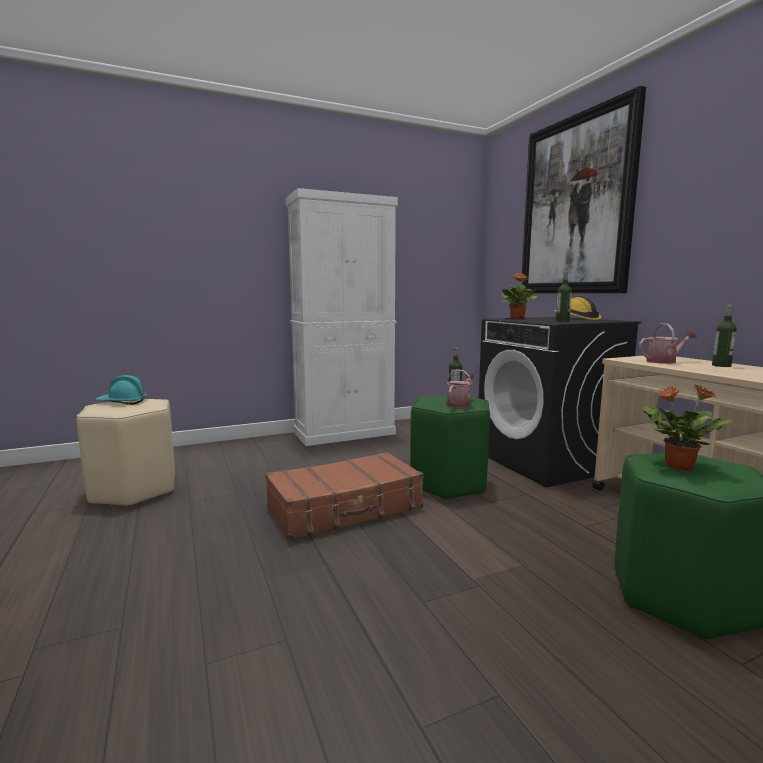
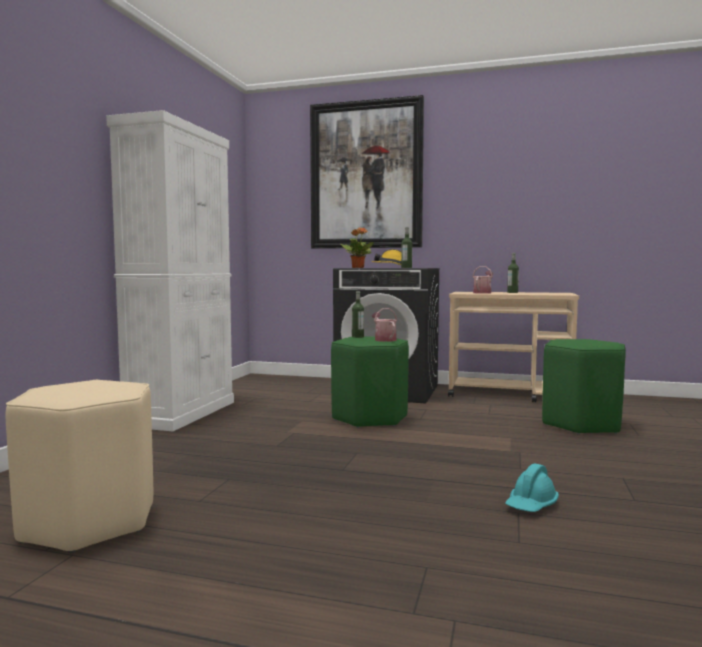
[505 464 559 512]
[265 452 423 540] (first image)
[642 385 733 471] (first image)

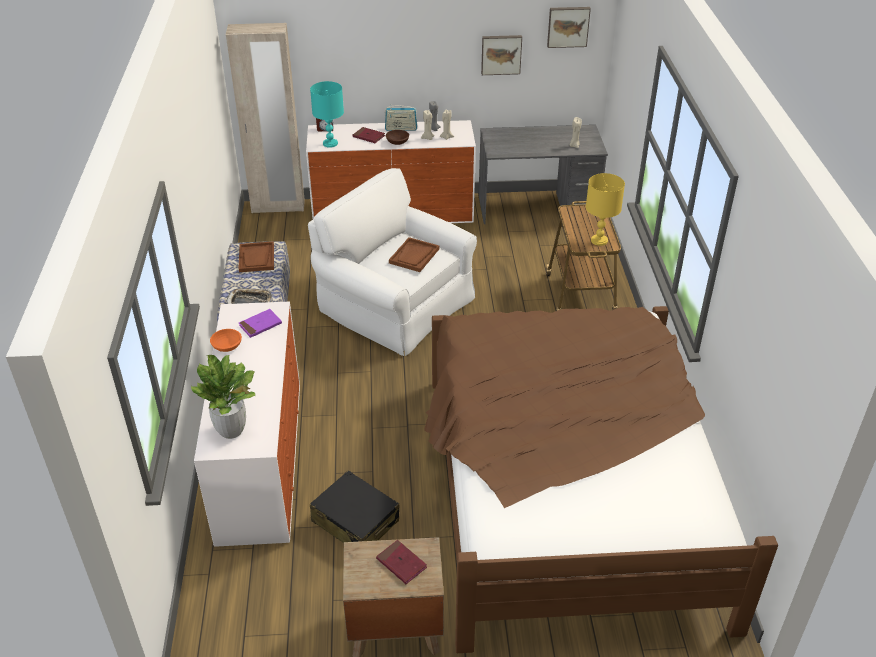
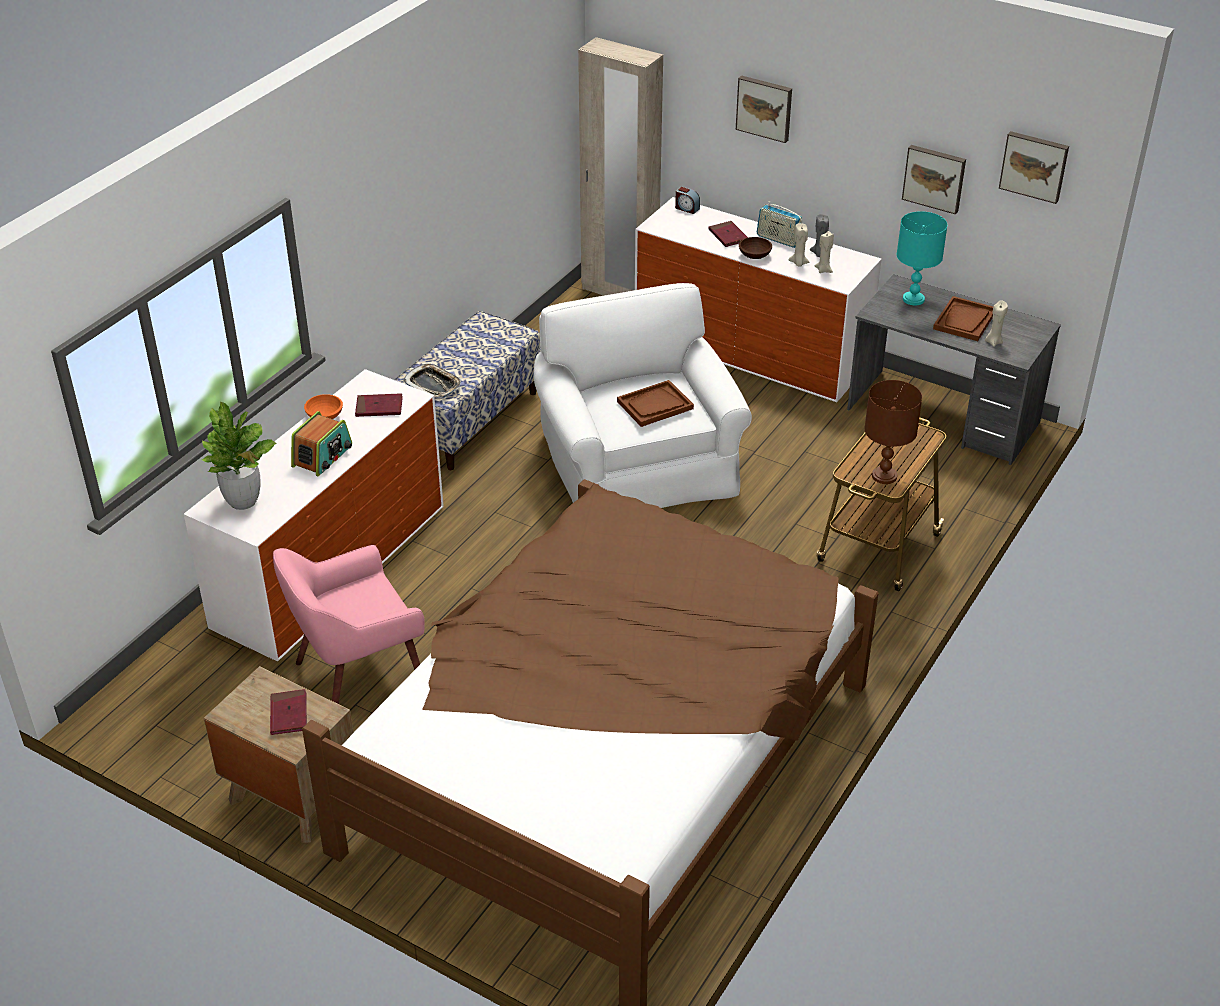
[273 545 425 704]
[291 411 352 476]
[355 393 403 417]
[736 75 792 143]
[864 380 922 484]
[897 211 947 305]
[933 296 993 341]

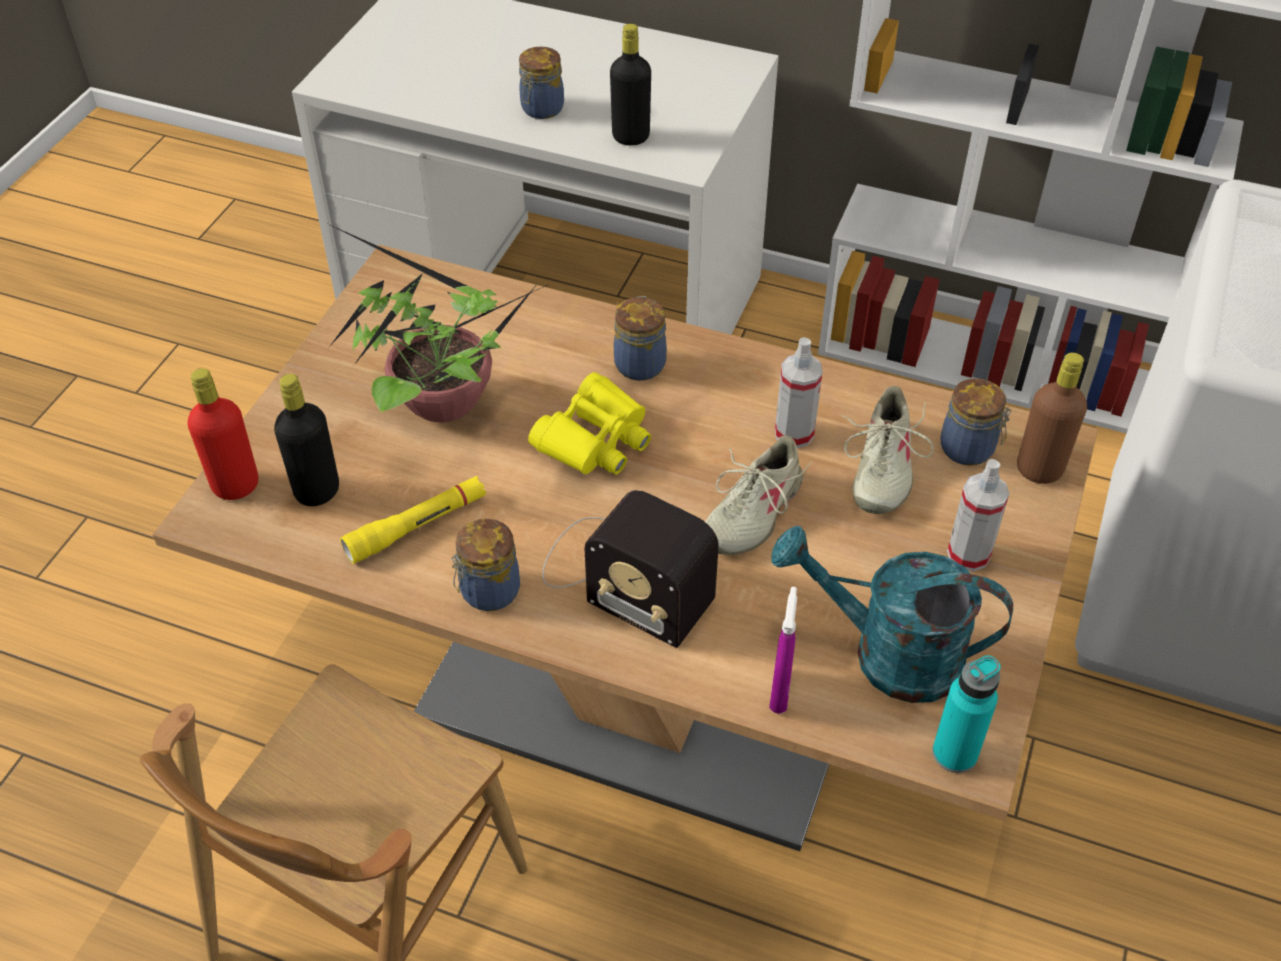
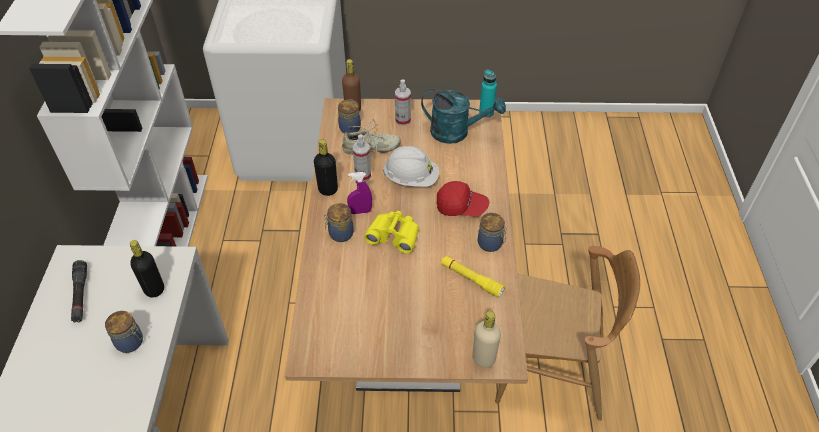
[71 260 87 323]
[314 140 338 196]
[347 172 372 214]
[383 146 439 187]
[421 89 506 144]
[436 181 489 216]
[473 311 501 368]
[329 226 549 422] (first image)

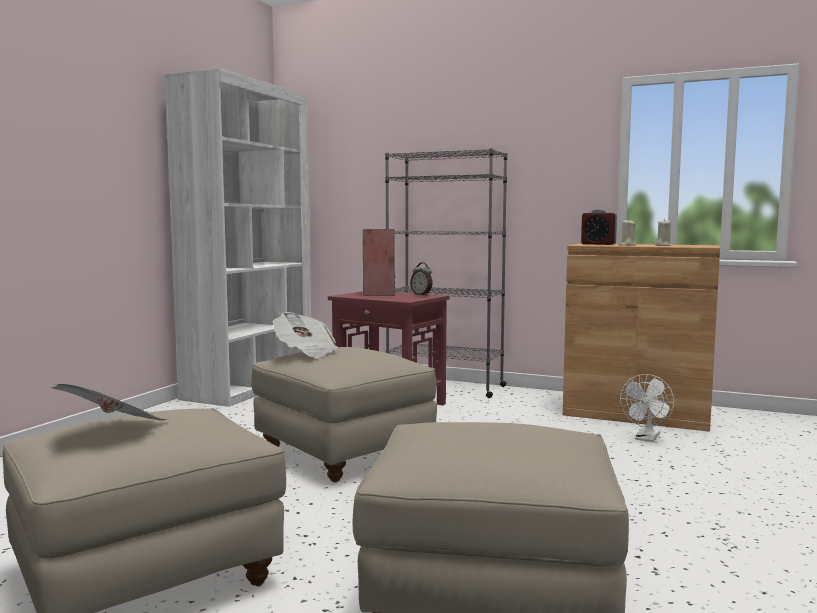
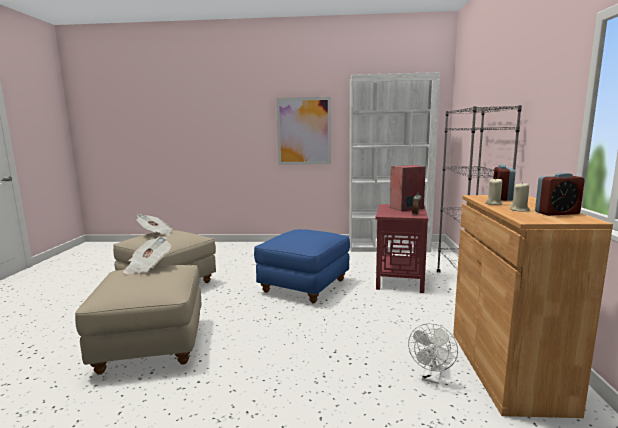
[123 237 171 274]
[254 229 350 303]
[276 97 331 165]
[408 323 458 384]
[535 172 585 216]

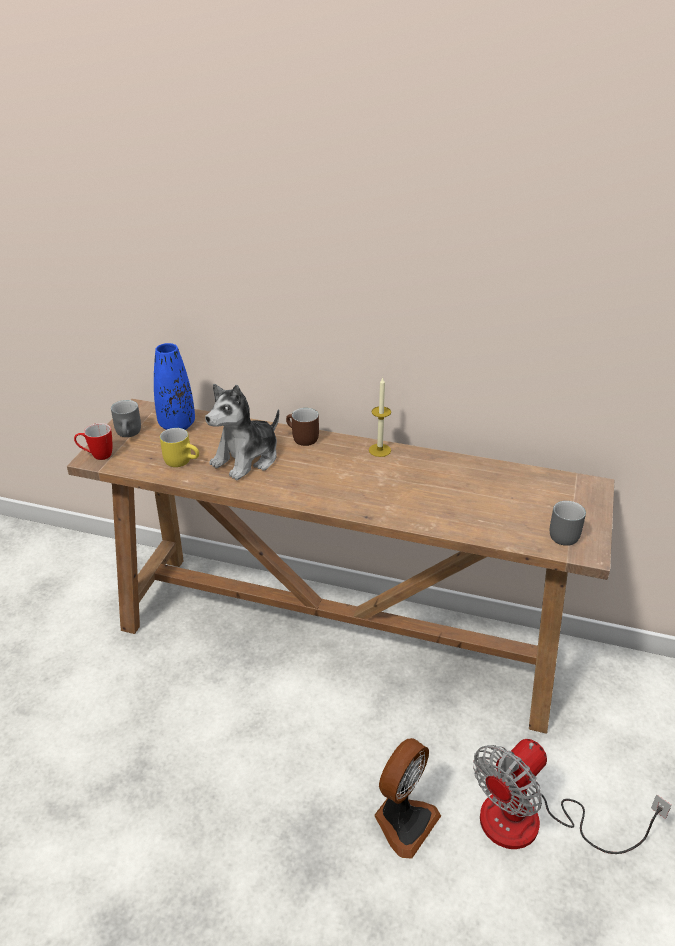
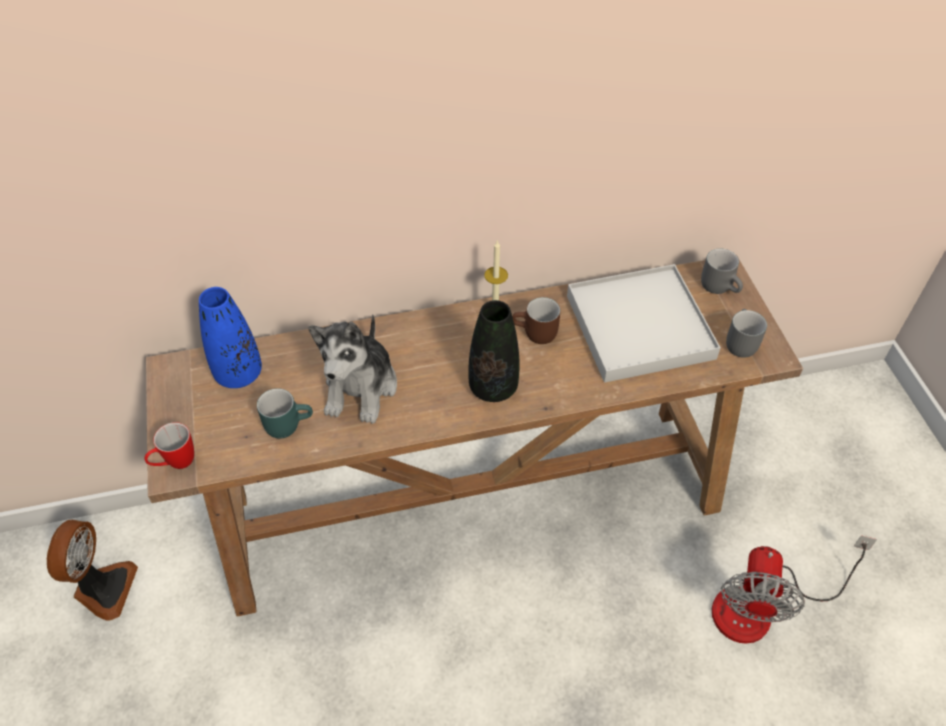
[47 520 138 621]
[257 388 313 439]
[468 300 520 402]
[512 297 560 344]
[567 264 721 383]
[701 248 743 294]

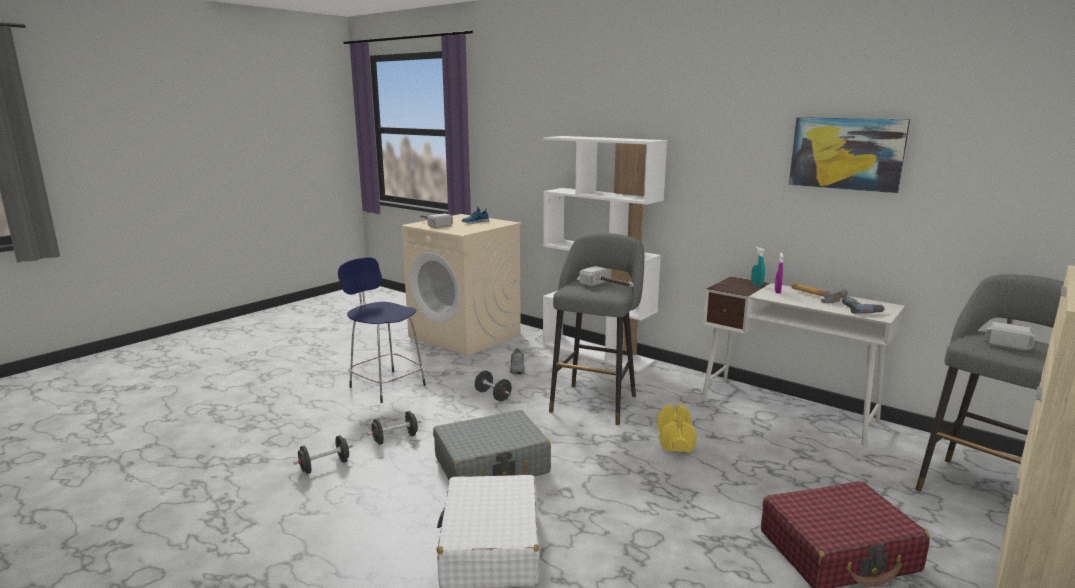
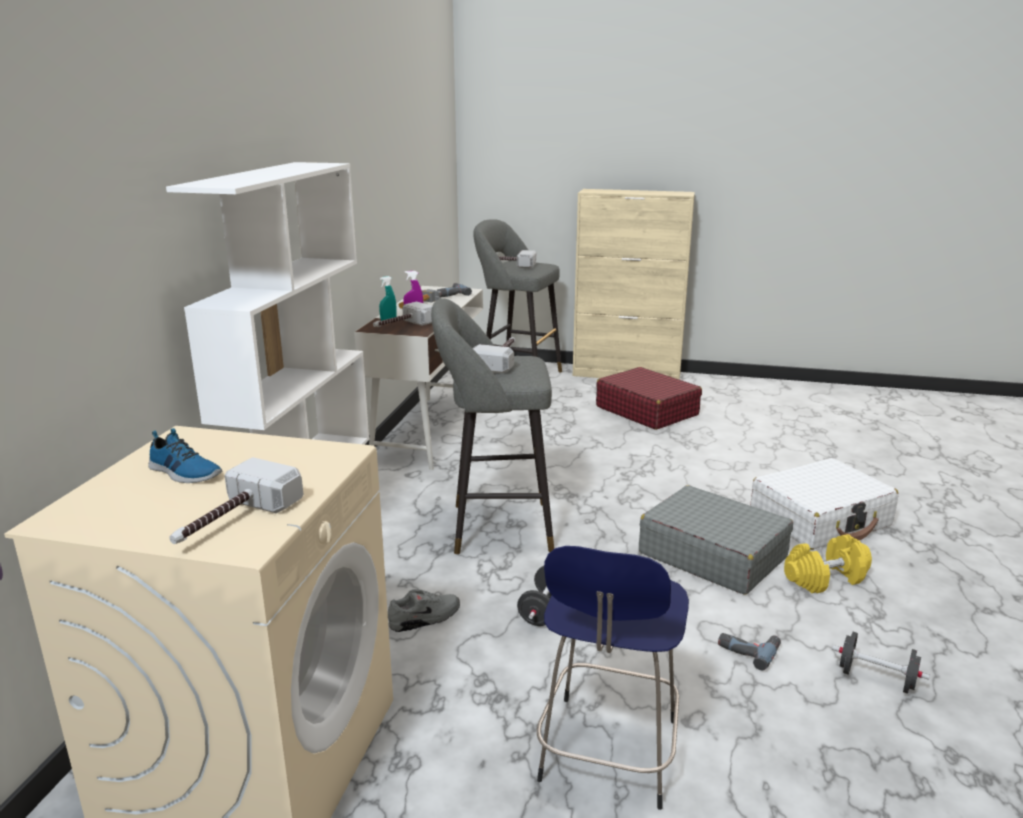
[373 301 432 327]
[718 633 781 671]
[784 534 872 593]
[789 117 910 193] (first image)

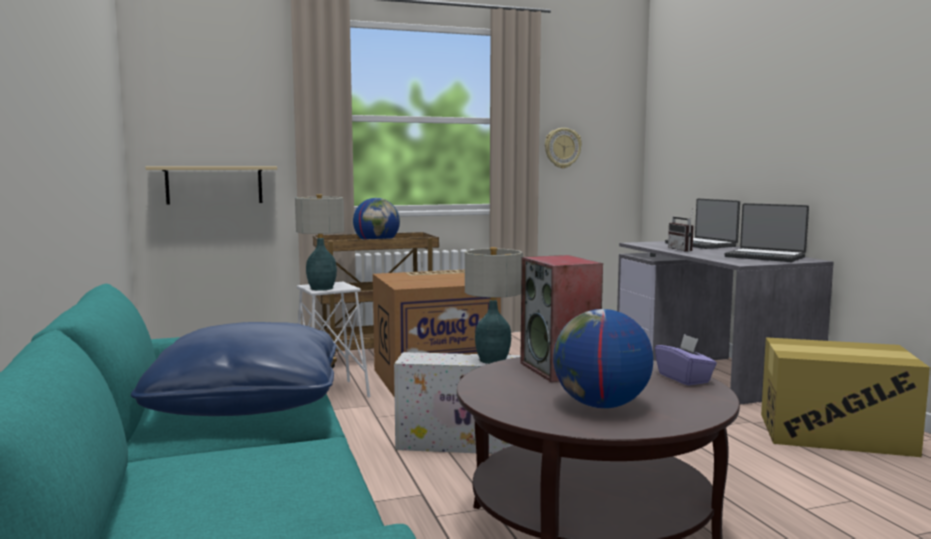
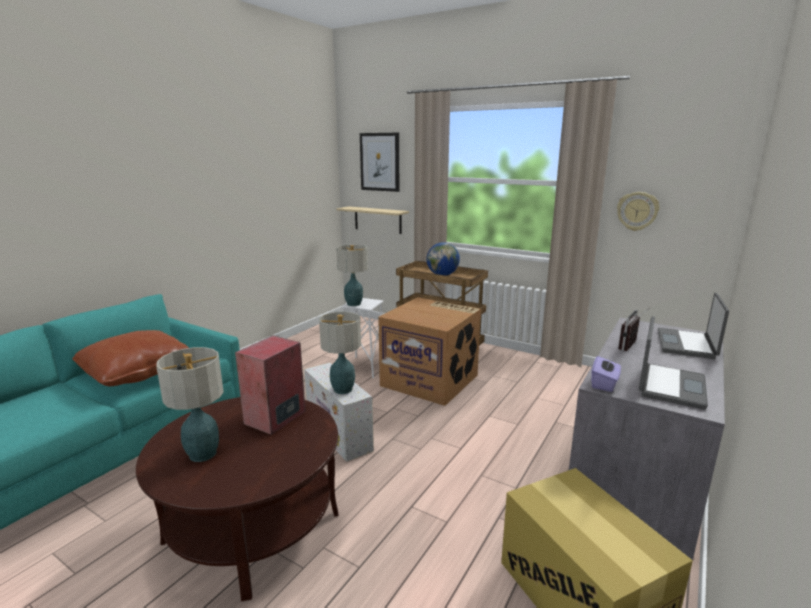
[72 330 189 386]
[156 347 224 462]
[360 133 399 192]
[591 356 621 392]
[639 316 708 410]

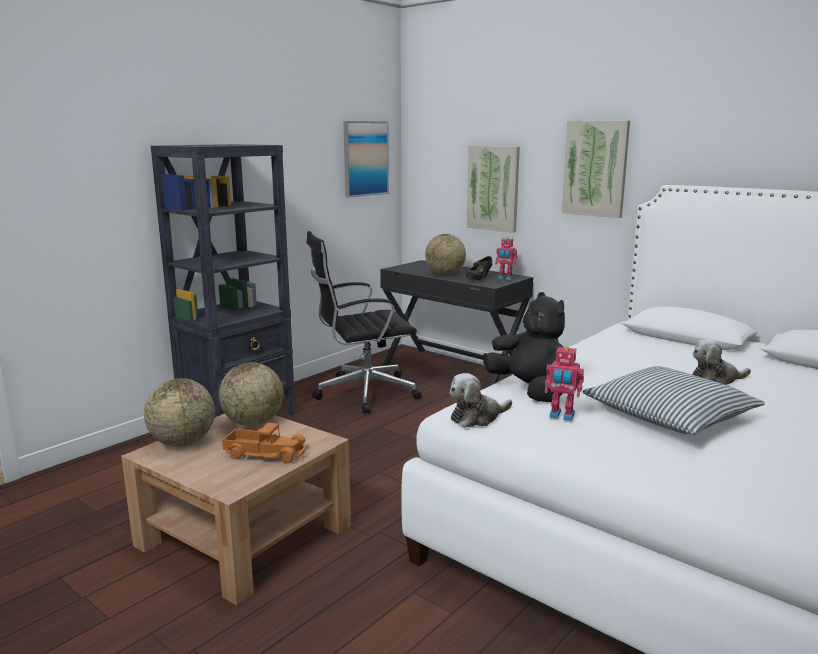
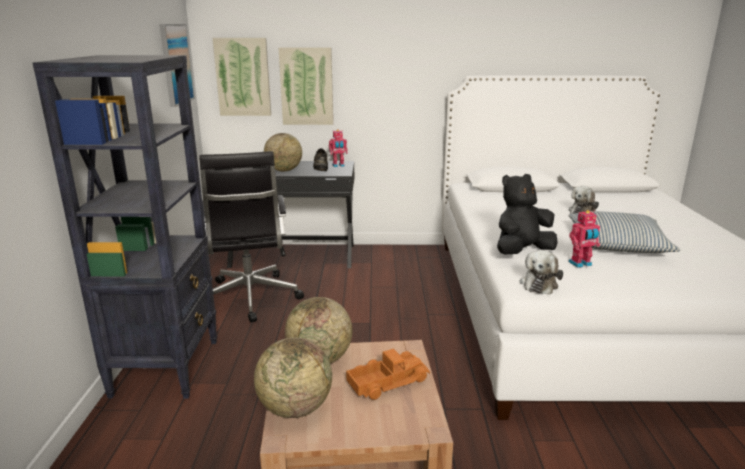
[199 151 304 322]
[213 38 271 116]
[497 174 558 254]

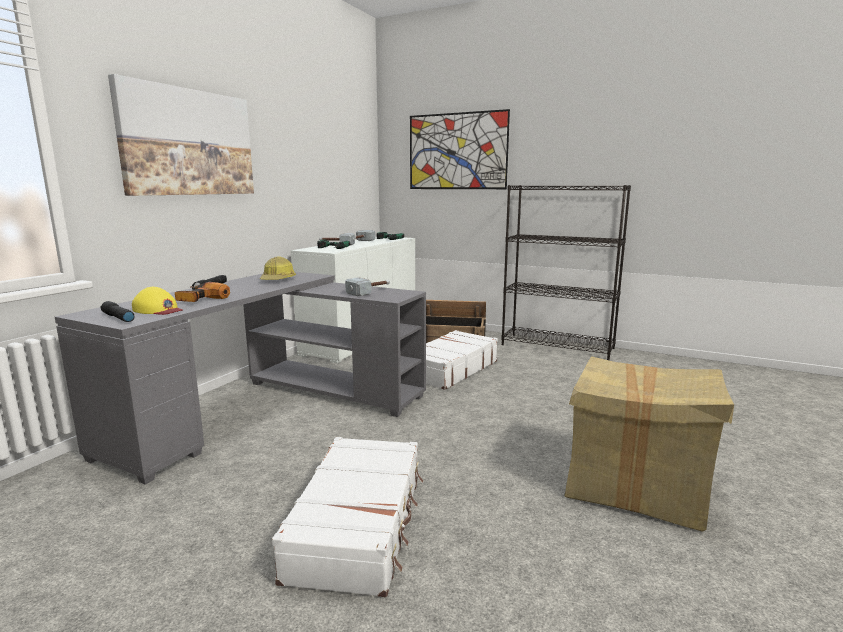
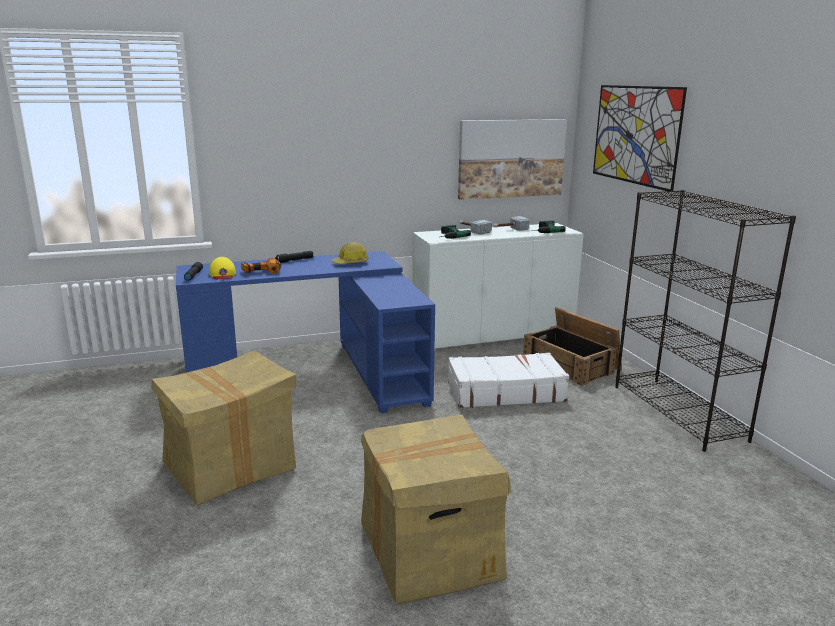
[151 351 296 506]
[176 251 435 413]
[458 119 567 200]
[345 277 390 296] (first image)

